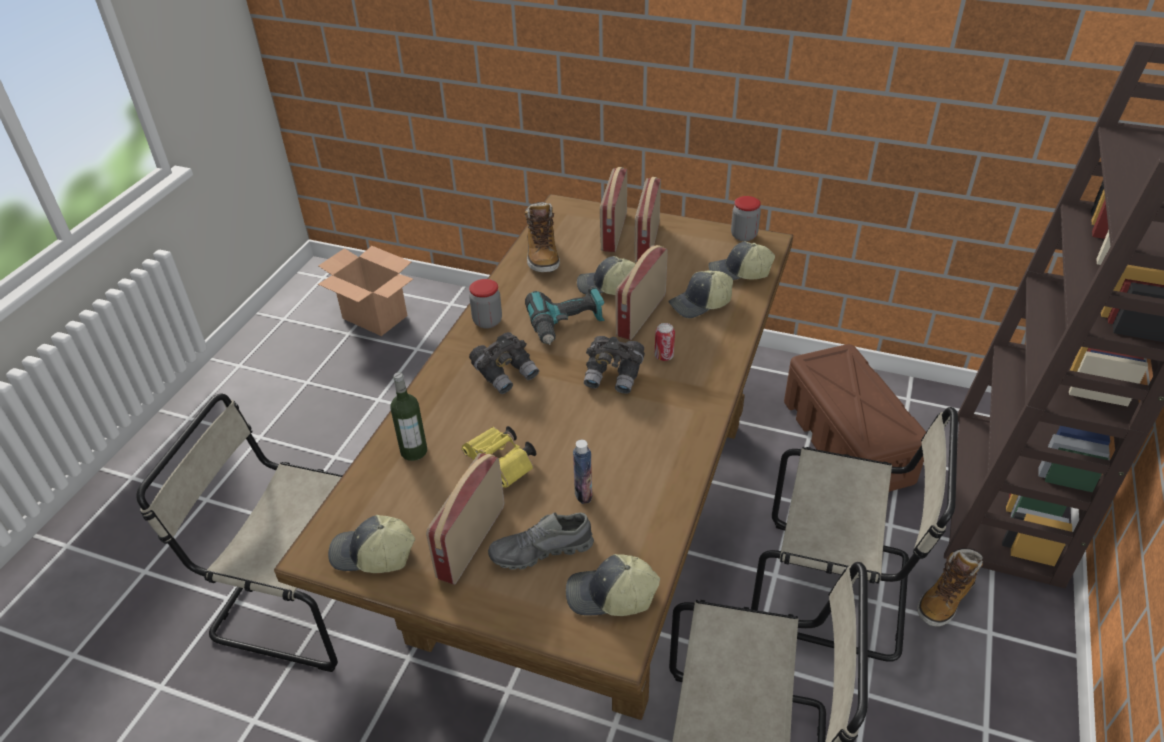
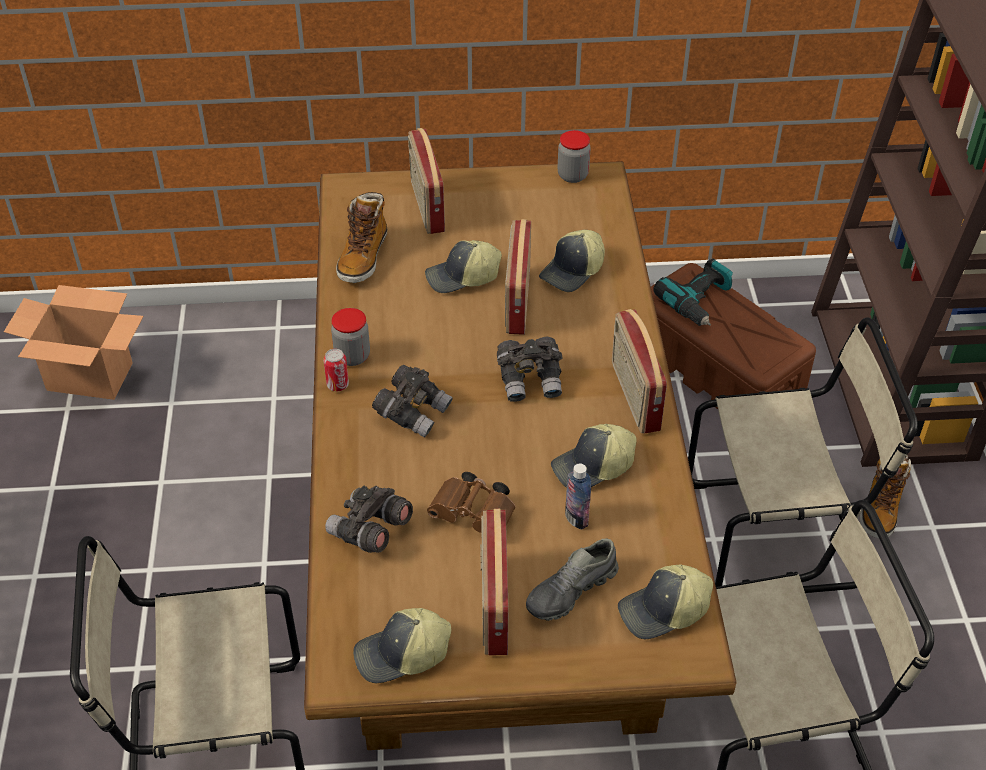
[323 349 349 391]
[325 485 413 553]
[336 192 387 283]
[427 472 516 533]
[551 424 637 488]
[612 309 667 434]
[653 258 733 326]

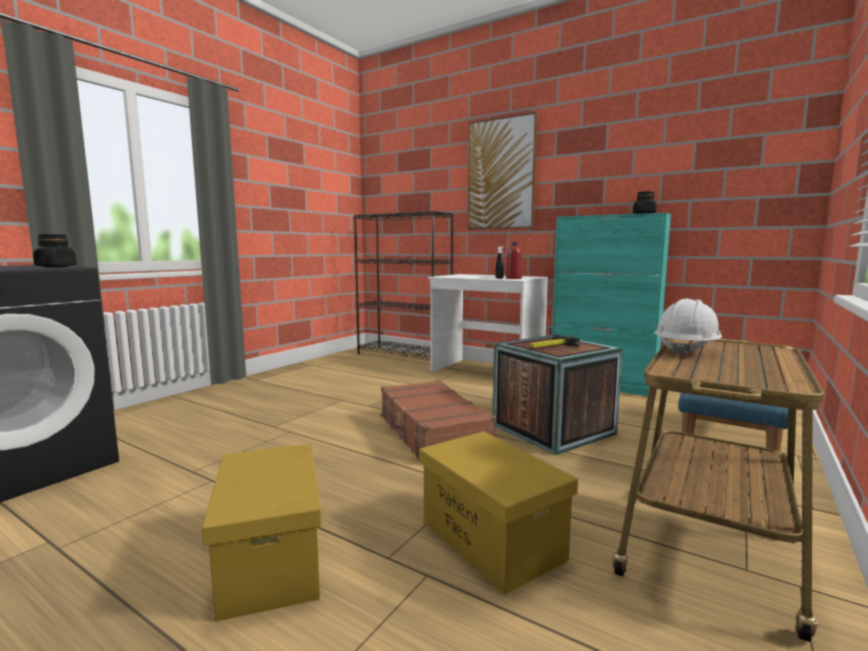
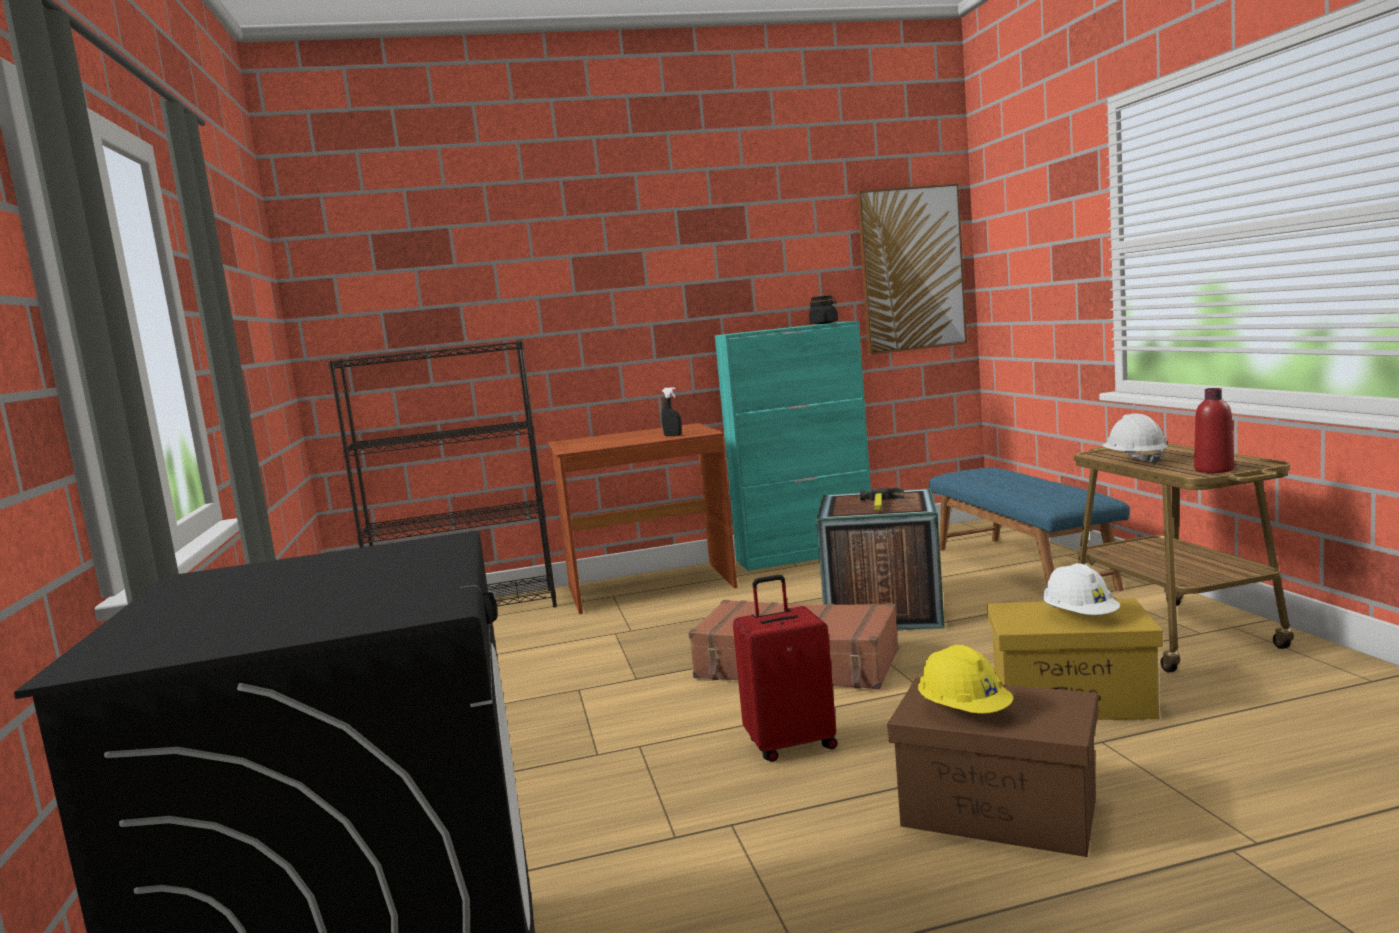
[549 423 738 614]
[733 575 837 762]
[857 183 967 355]
[887 677 1098 857]
[918 645 1013 714]
[1043 563 1120 615]
[1194 388 1234 473]
[33 234 77 267] (first image)

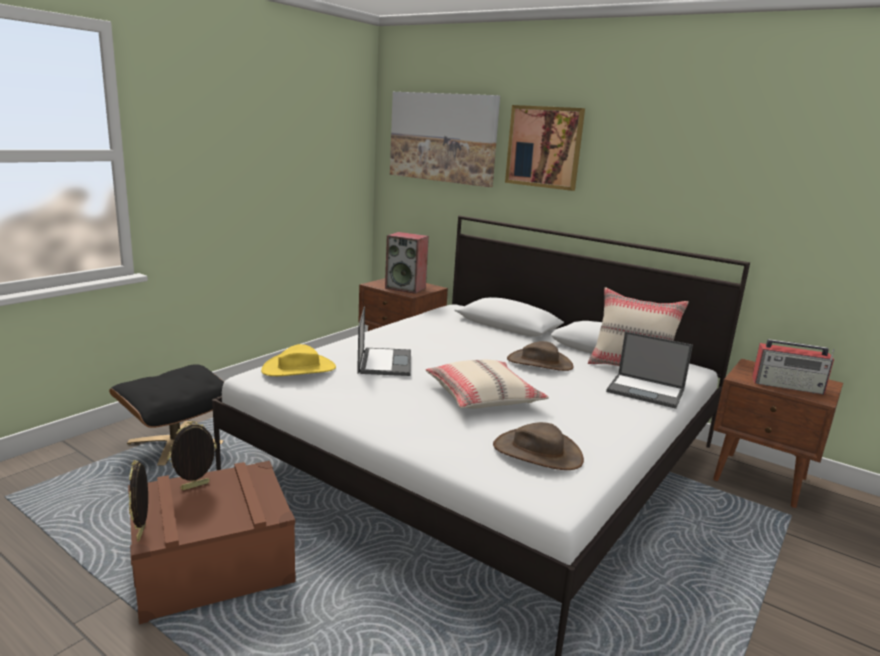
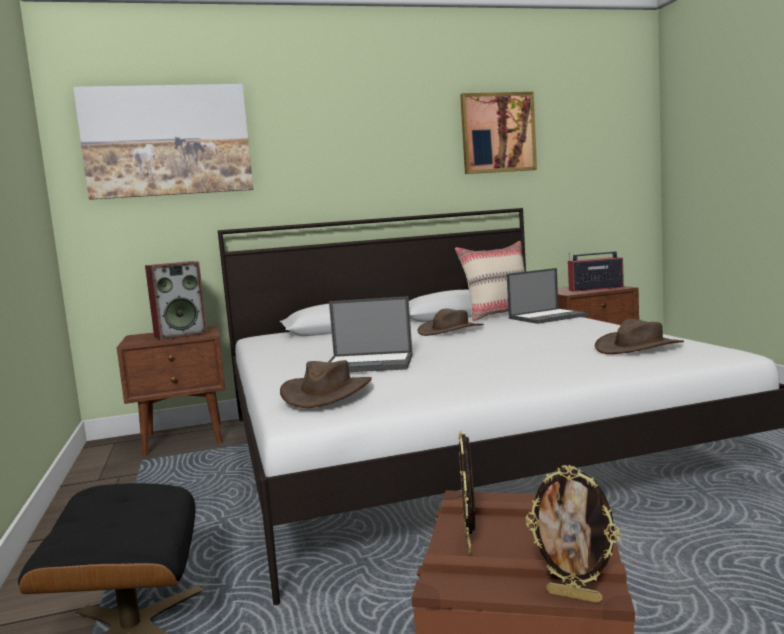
[280 360 372 408]
[328 296 413 372]
[460 92 537 174]
[568 252 624 292]
[426 360 549 408] (first image)

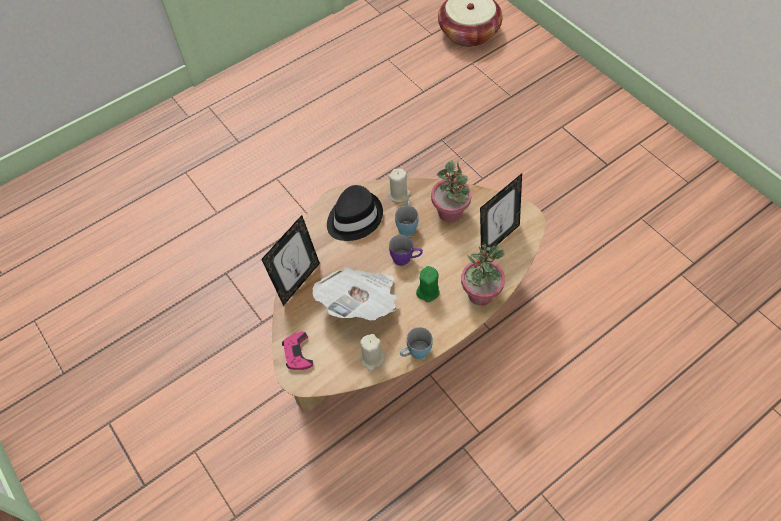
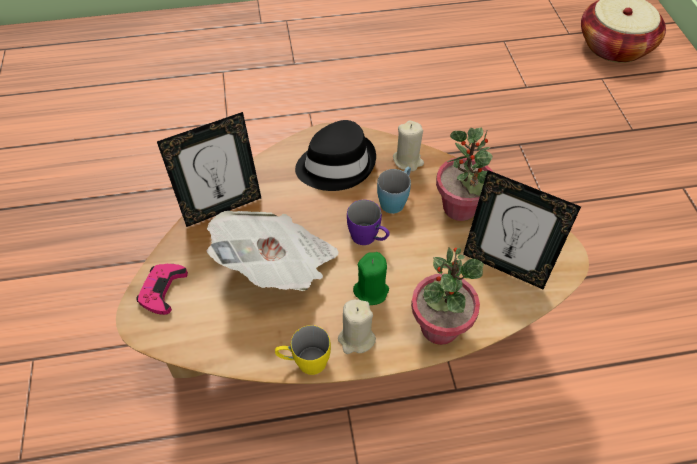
[275 325 331 375]
[338 299 376 354]
[463 170 581 289]

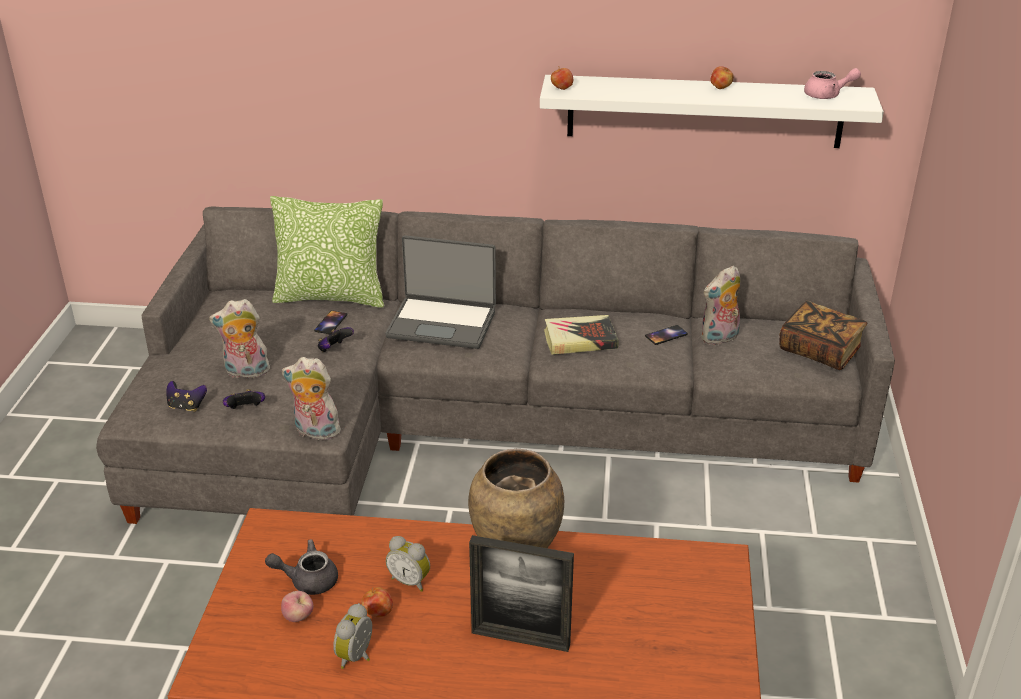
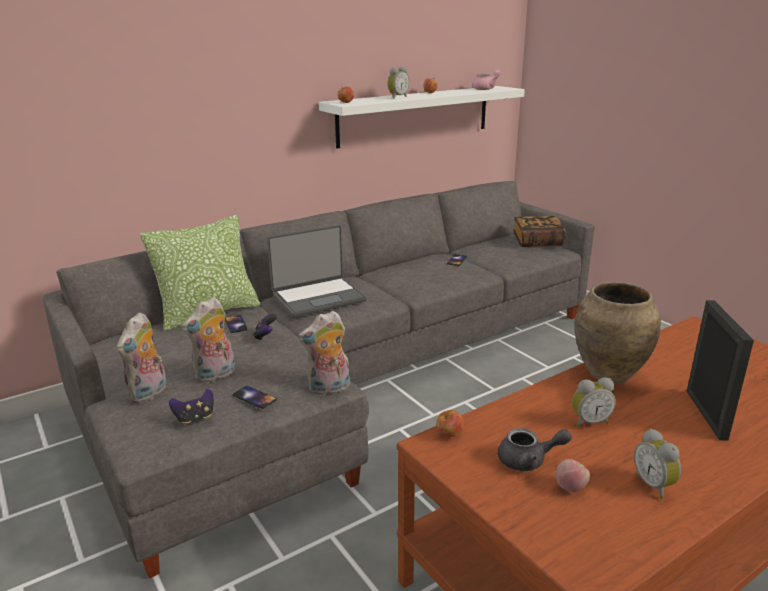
[117 312 167 403]
[232 386 277 409]
[387 67 409 99]
[436 410 464 437]
[498 428 572 471]
[687 300 754 441]
[544 315 618 355] (first image)

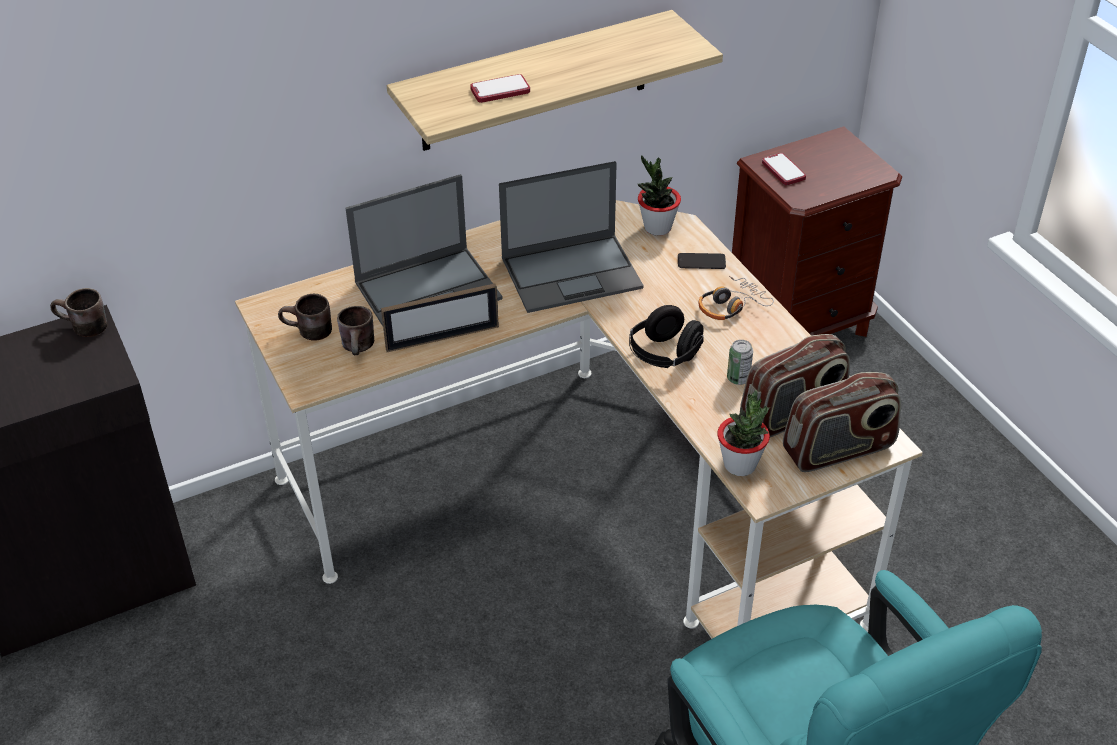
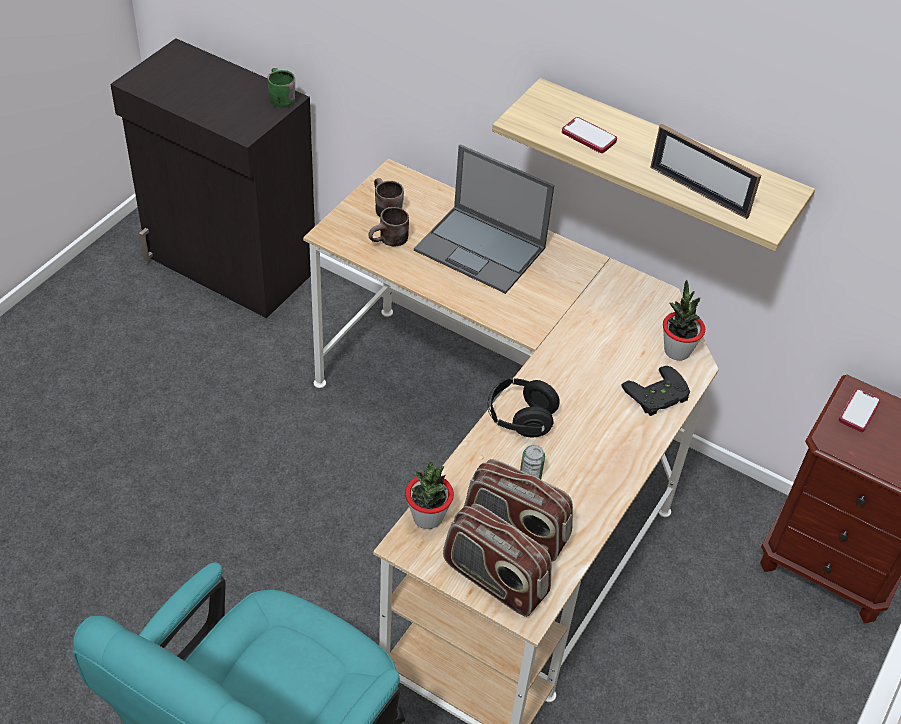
[267 68 295 108]
[622 366 690 416]
[650 124 761 219]
[499 161 644 313] (first image)
[698 276 774 320] (first image)

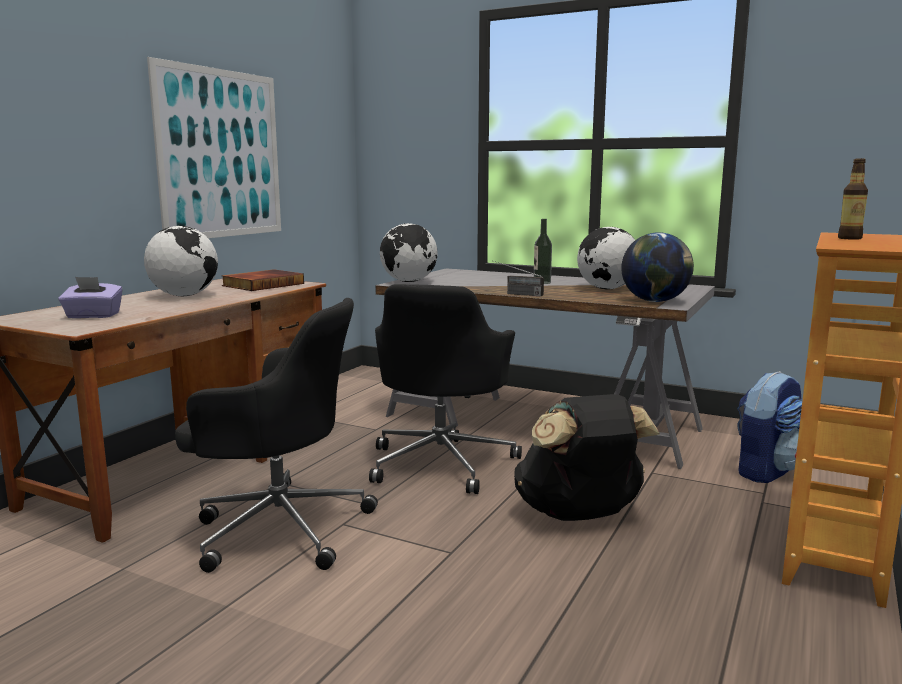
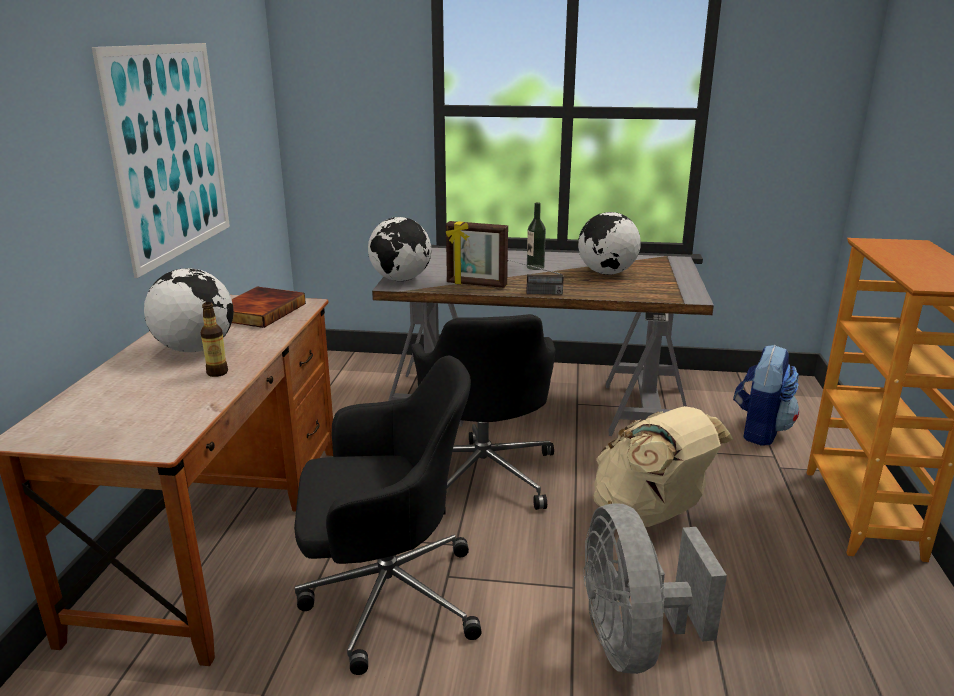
[201 302 228 377]
[446 221 508 288]
[583 503 727 674]
[594 406 733 527]
[58 277 123 318] (first image)
[621 232 694 302] (first image)

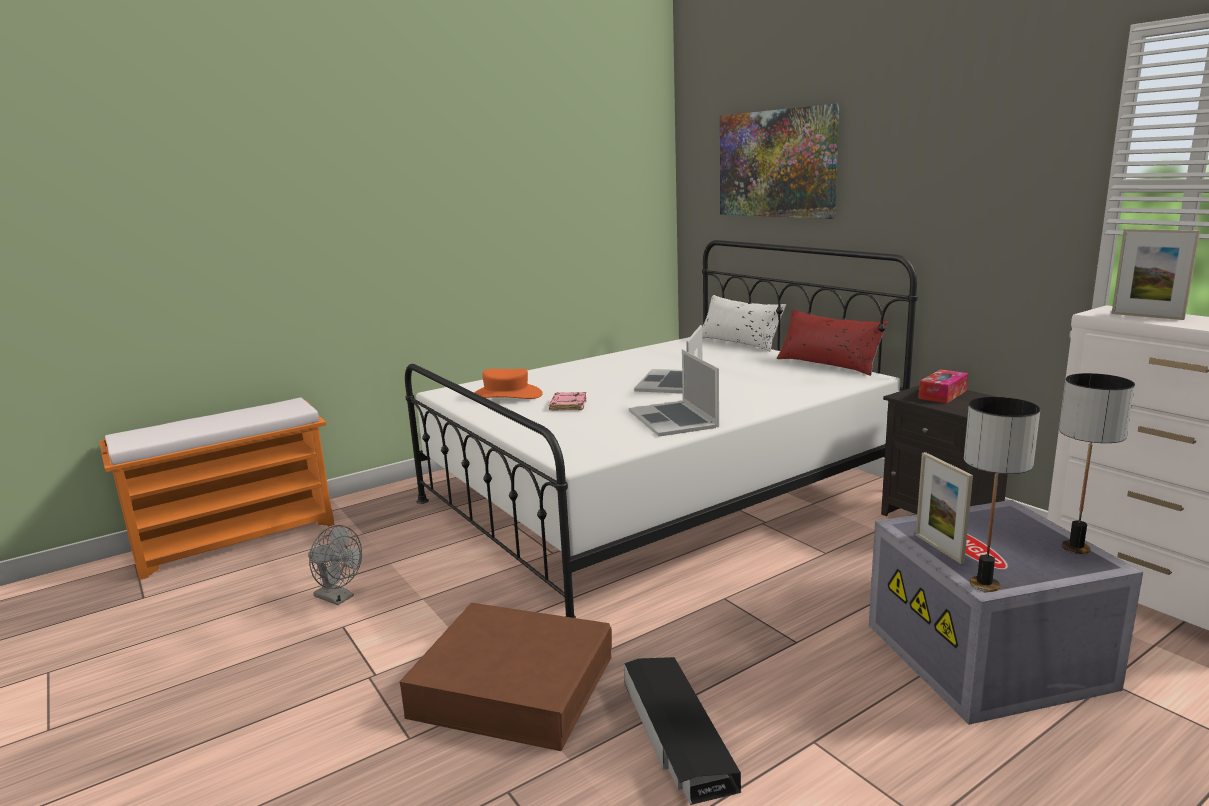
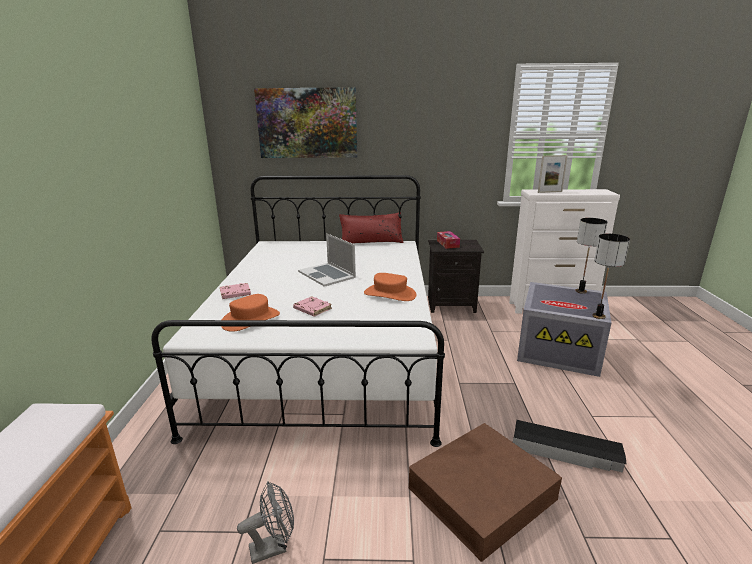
[220 283 251 299]
[364 273 417 301]
[702 295 786 352] (first image)
[916 452 973 564] (first image)

